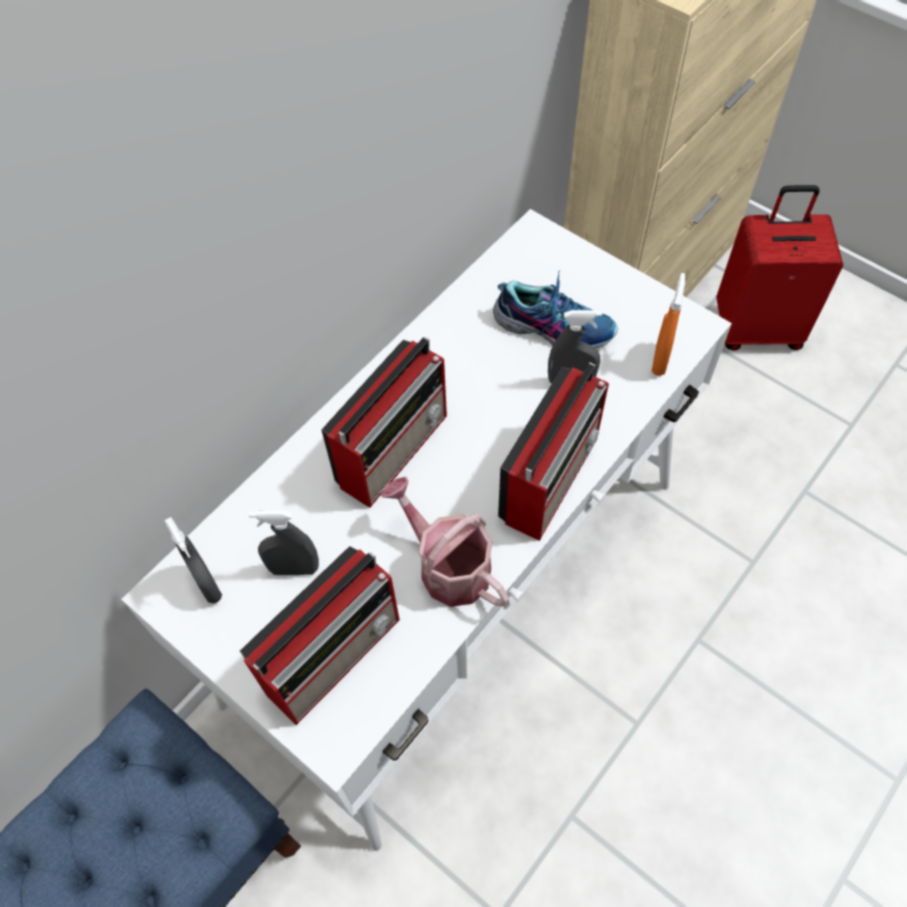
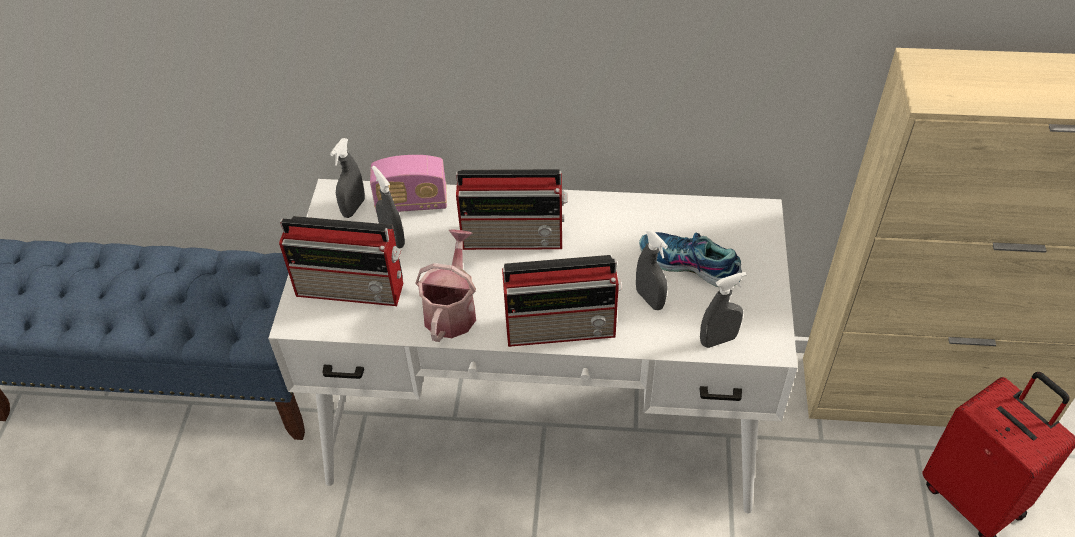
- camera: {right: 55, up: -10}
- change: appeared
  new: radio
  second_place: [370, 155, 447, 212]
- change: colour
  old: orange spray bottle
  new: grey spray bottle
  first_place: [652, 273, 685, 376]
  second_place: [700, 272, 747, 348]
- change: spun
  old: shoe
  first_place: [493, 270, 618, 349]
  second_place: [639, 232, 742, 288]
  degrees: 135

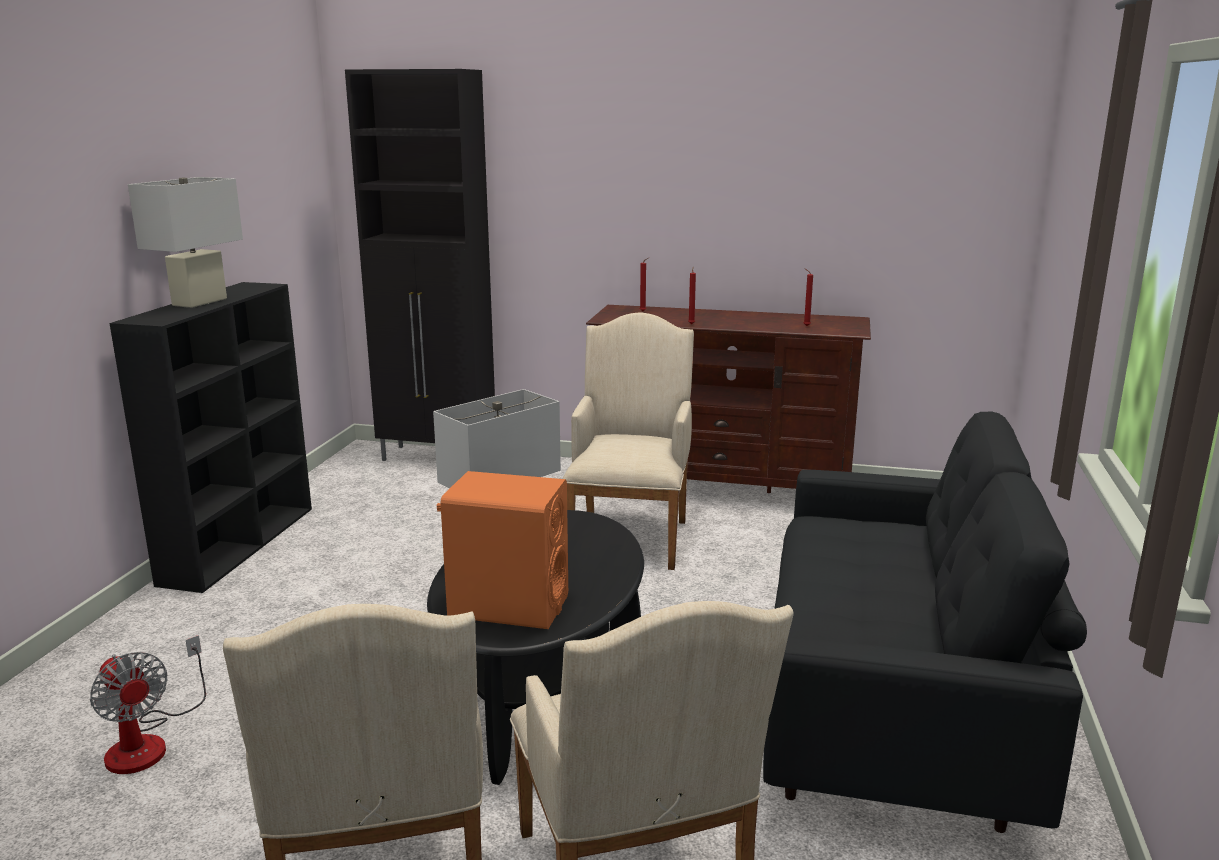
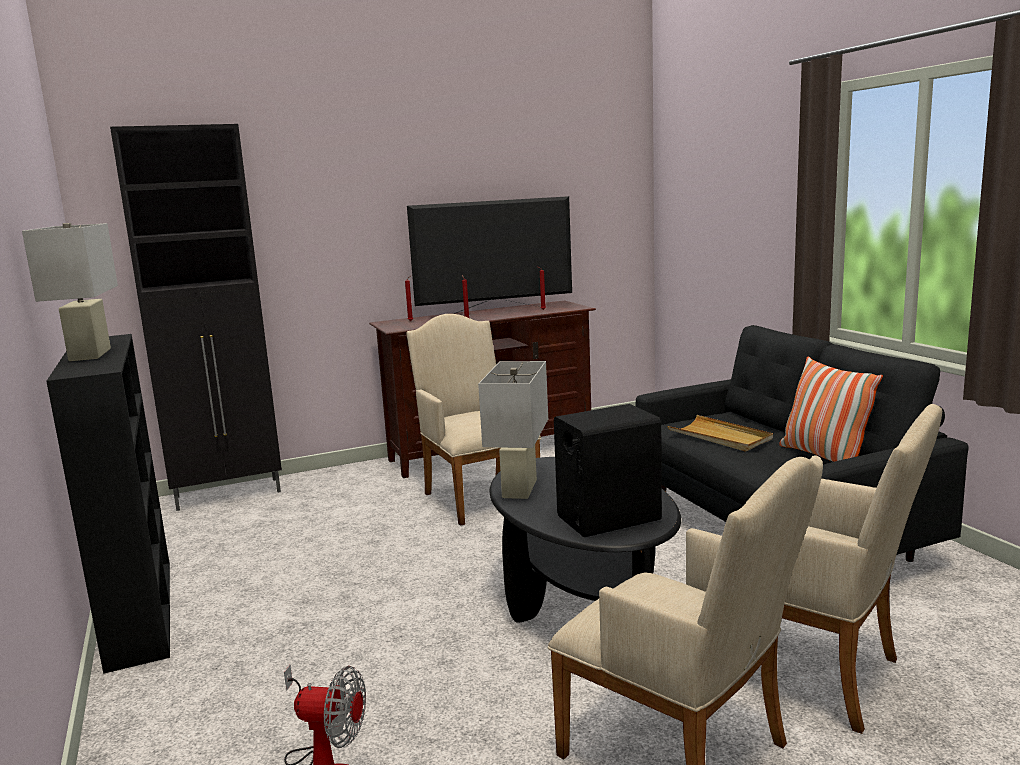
- camera: {right: -35, up: -5}
- change: appeared
  new: television
  second_place: [407, 196, 572, 314]
- change: appeared
  new: beige tray
  second_place: [667, 415, 773, 452]
- change: appeared
  new: pillow
  second_place: [779, 356, 883, 462]
- change: colour
  old: orange speaker
  new: black speaker
  first_place: [437, 471, 568, 629]
  second_place: [554, 404, 662, 537]

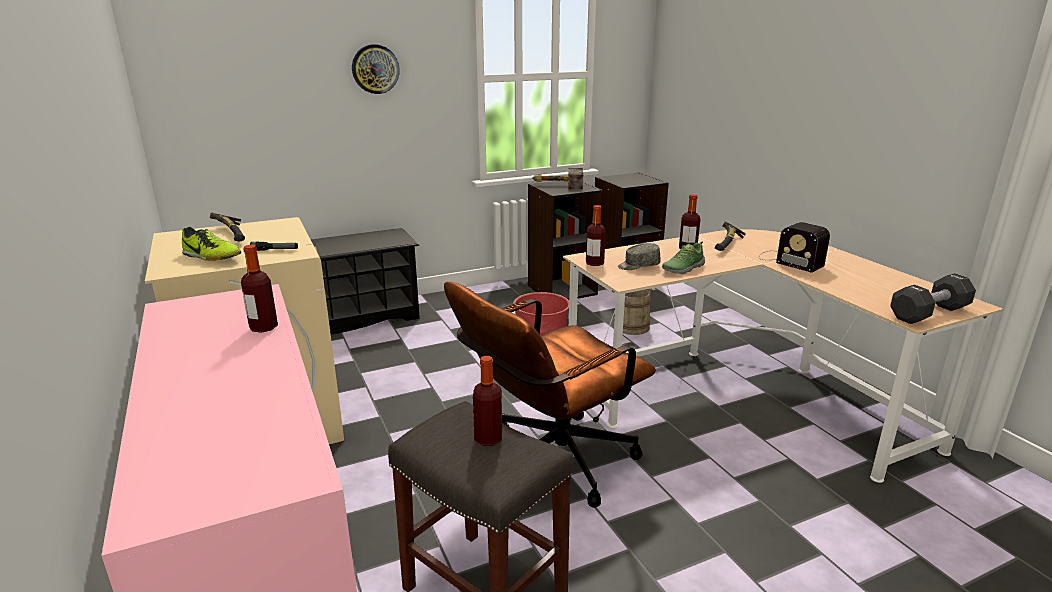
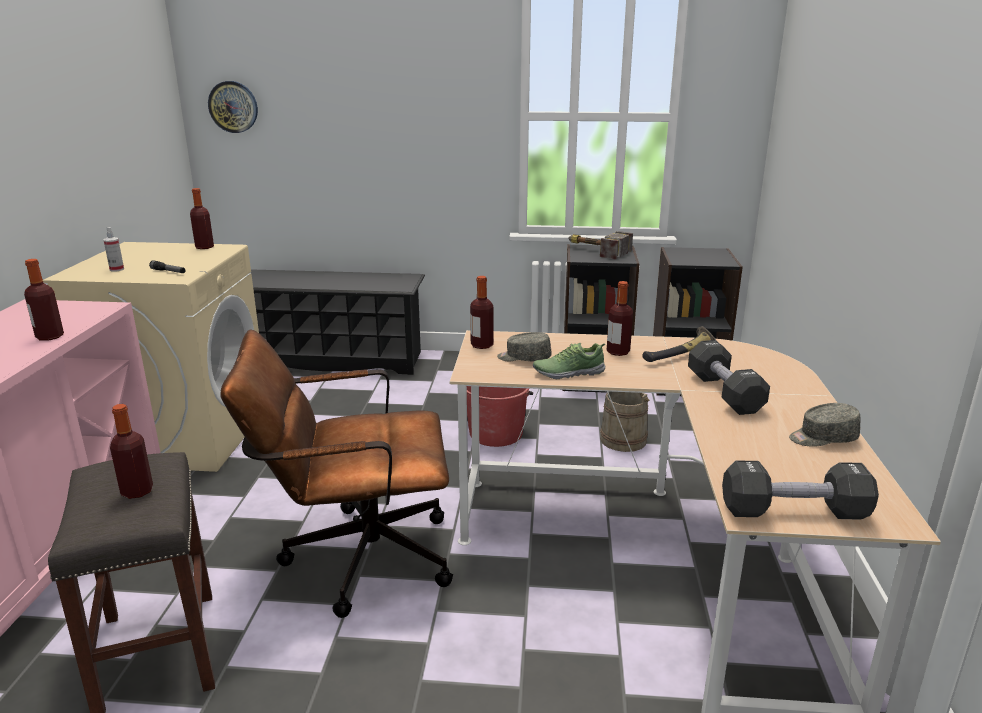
- camera: {right: 30, up: 0}
- change: missing
  old: hammer
  first_place: [210, 212, 245, 241]
- change: appeared
  new: bottle
  second_place: [190, 188, 214, 249]
- change: appeared
  new: grey cap
  second_place: [789, 403, 860, 447]
- change: relocated
  old: wall clock
  first_place: [352, 44, 400, 94]
  second_place: [208, 81, 258, 133]
- change: exchanged
  old: shoe
  new: spray bottle
  first_place: [182, 227, 241, 261]
  second_place: [104, 227, 124, 272]
- change: exchanged
  old: radio
  new: black dumbbell
  first_place: [758, 222, 830, 273]
  second_place: [688, 340, 770, 415]

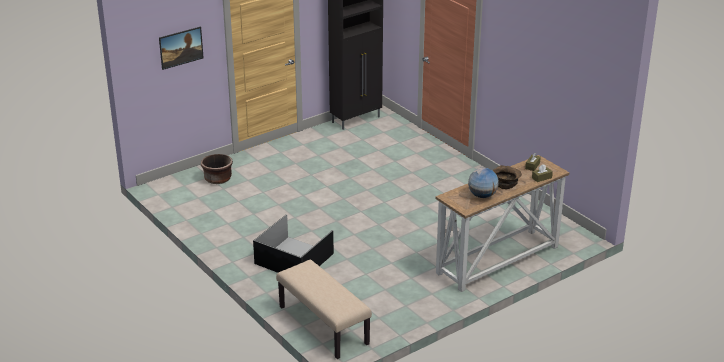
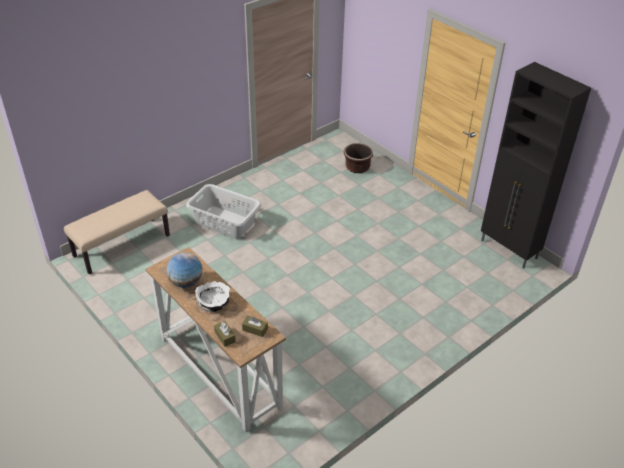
- camera: {right: 85, up: 10}
- change: missing
  old: picture
  first_place: [159, 26, 204, 70]
- change: exchanged
  old: black storage box
  new: grey laundry basket
  first_place: [253, 214, 334, 273]
  second_place: [186, 184, 261, 239]
- change: colour
  old: brown bowl
  new: white bowl
  first_place: [493, 165, 522, 189]
  second_place: [195, 281, 230, 312]

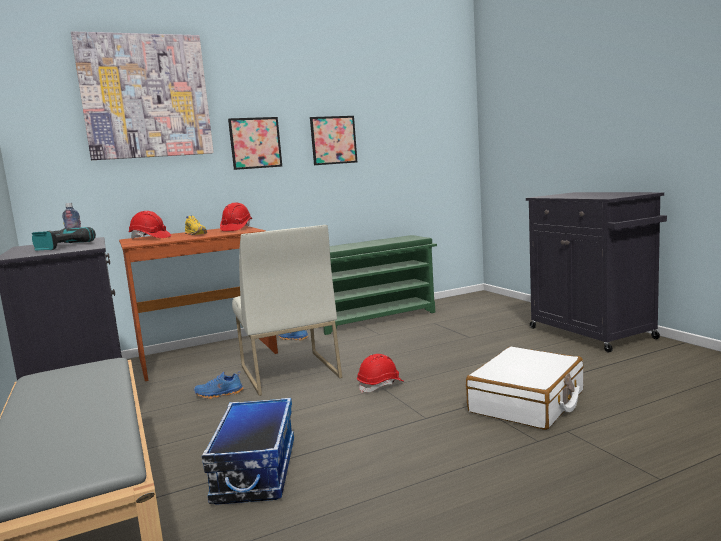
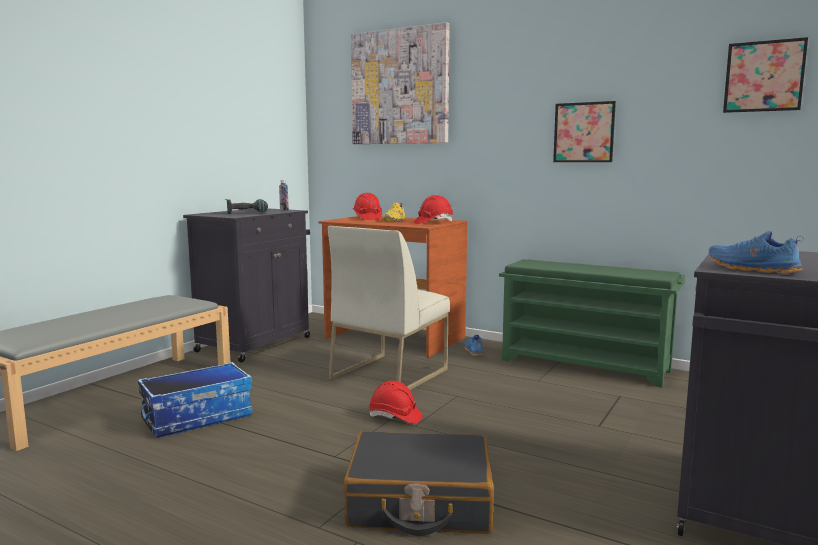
- camera: {right: 55, up: 0}
- change: relocated
  old: blue shoe
  first_place: [194, 371, 244, 399]
  second_place: [708, 231, 804, 274]
- change: relocated
  old: picture
  first_place: [228, 117, 282, 170]
  second_place: [723, 37, 808, 113]
- change: colour
  old: white suitcase
  new: black suitcase
  first_place: [466, 347, 583, 430]
  second_place: [343, 431, 494, 536]

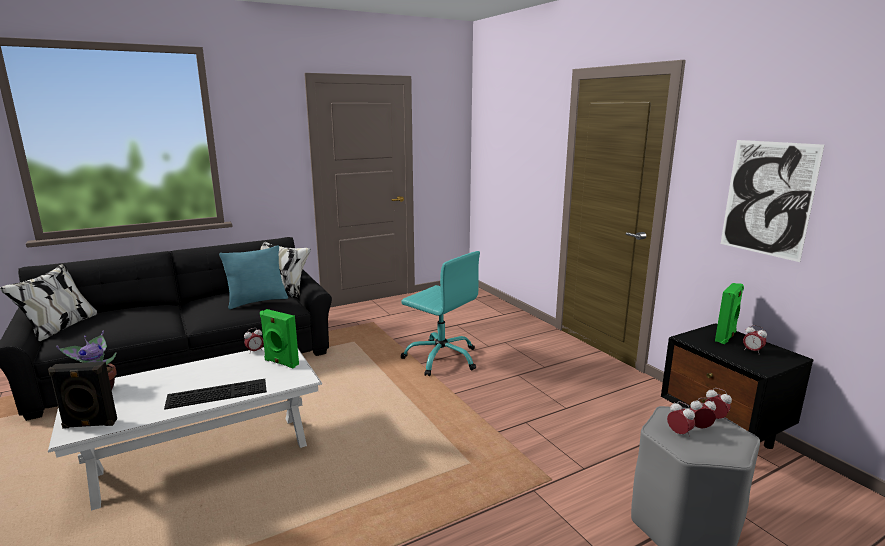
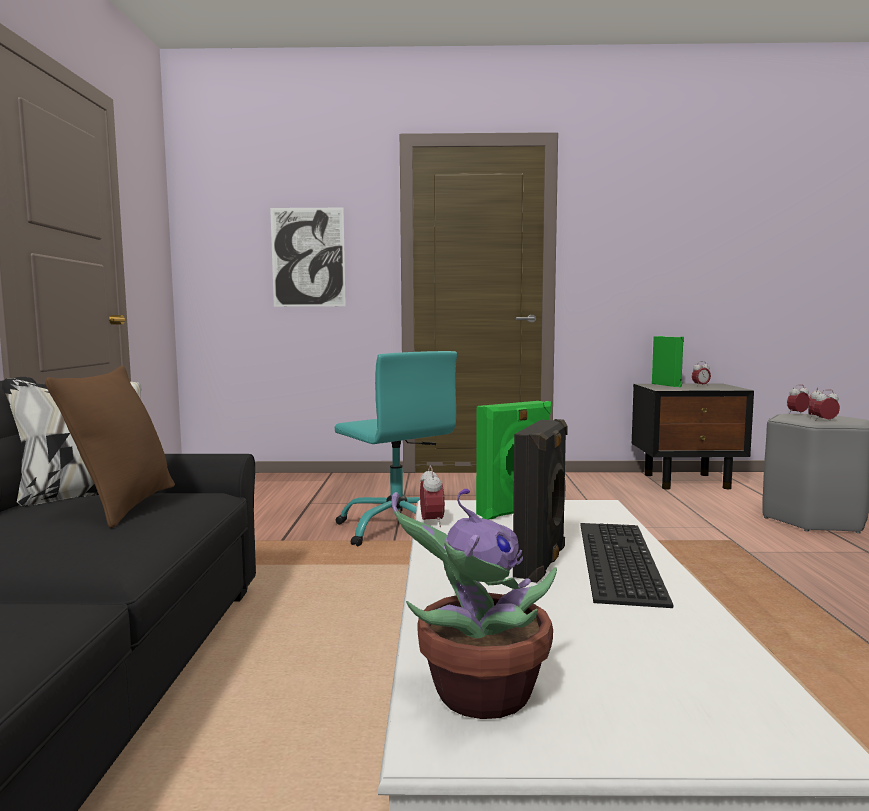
- camera: {right: -60, up: -10}
- change: relocated
  old: black speaker
  first_place: [48, 362, 117, 429]
  second_place: [513, 419, 568, 583]
- change: relocated
  old: picture
  first_place: [721, 140, 824, 262]
  second_place: [270, 208, 346, 307]
- change: colour
  old: turquoise pillow
  new: brown pillow
  first_place: [219, 245, 288, 309]
  second_place: [45, 366, 175, 528]
- change: spun
  old: turquoise office chair
  first_place: [401, 251, 480, 376]
  second_place: [334, 351, 457, 546]
  degrees: 75

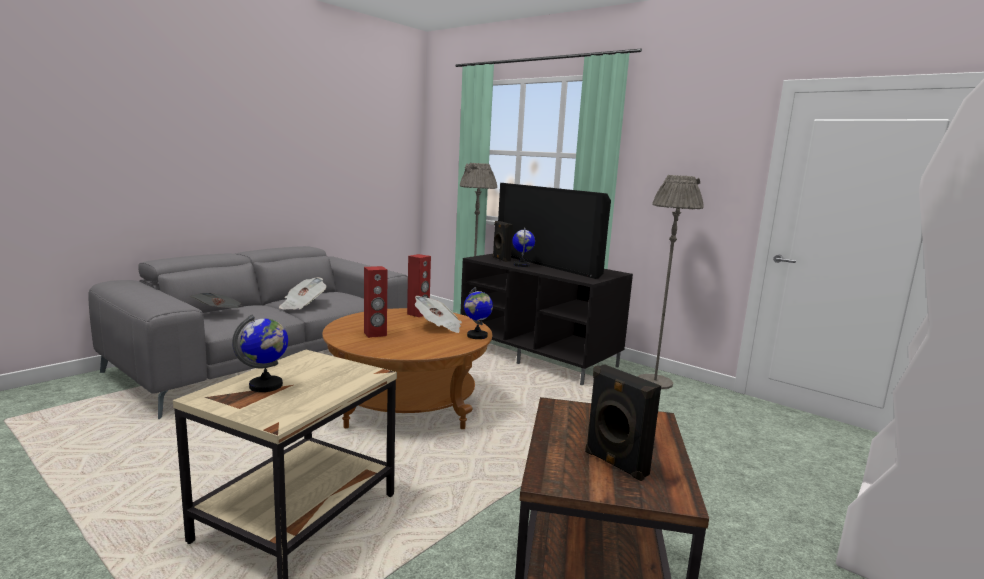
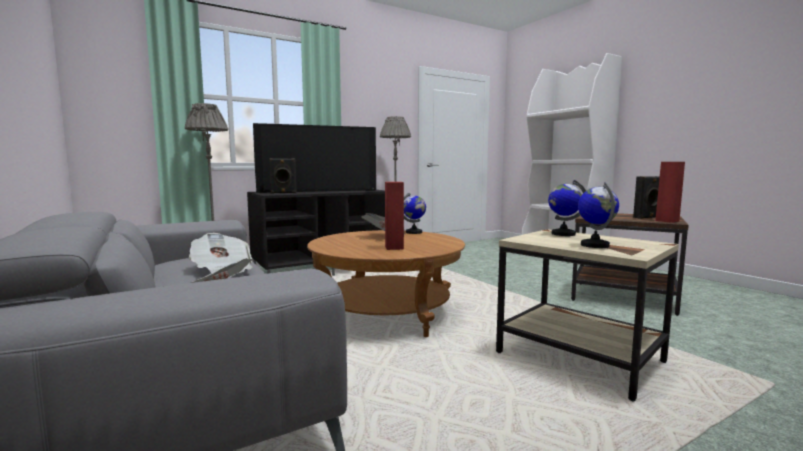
- camera: {right: -70, up: -5}
- change: relocated
  old: red speaker
  first_place: [407, 254, 431, 317]
  second_place: [655, 162, 685, 223]
- change: relocated
  old: globe
  first_place: [512, 227, 535, 267]
  second_place: [548, 180, 586, 236]

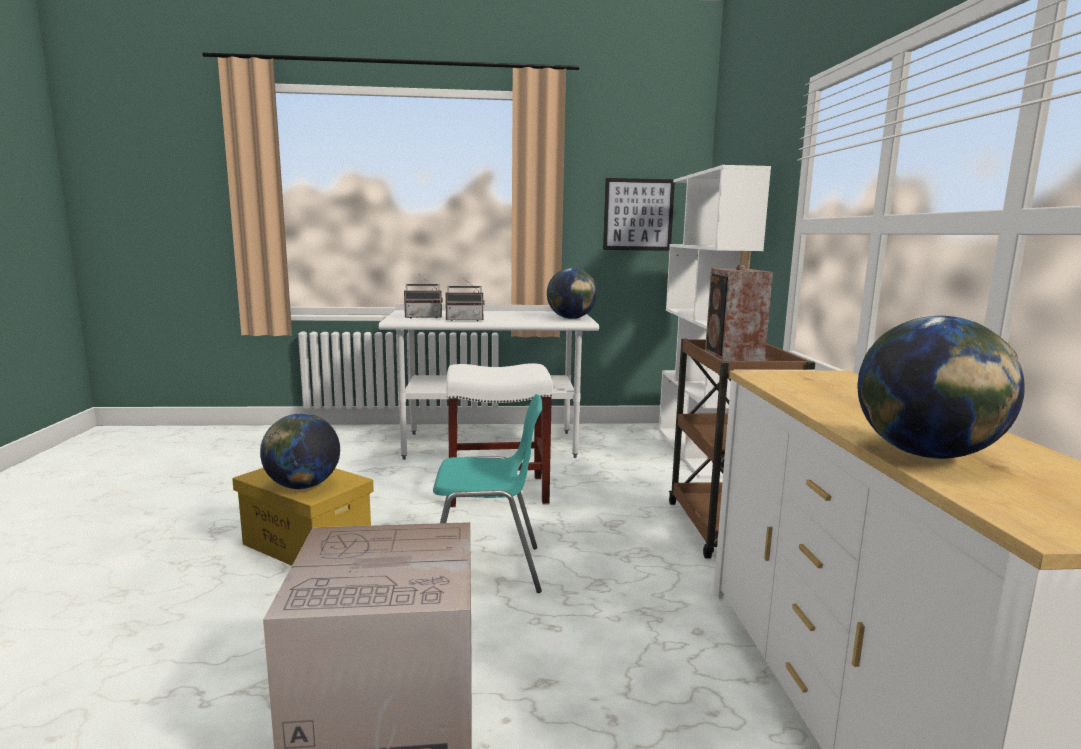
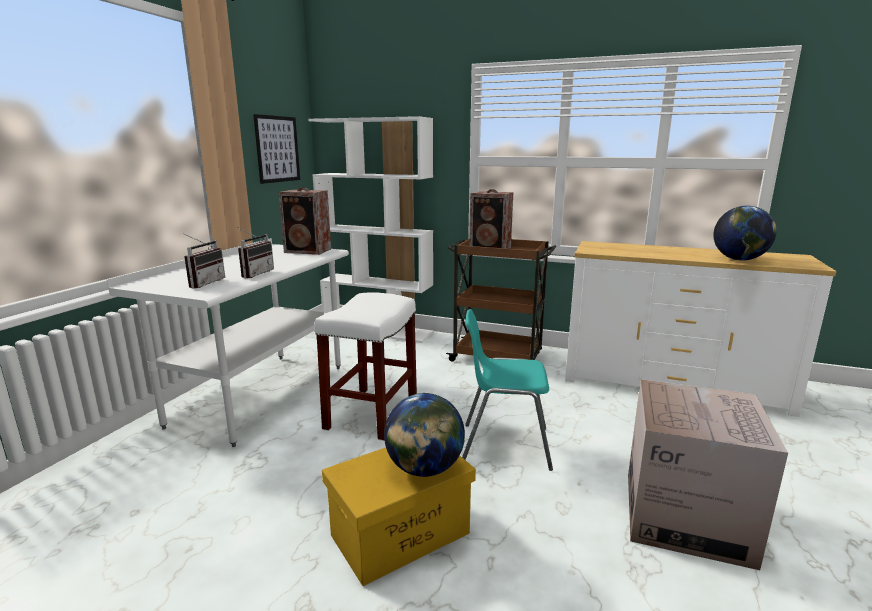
- camera: {right: -65, up: 5}
- change: exchanged
  old: globe
  new: speaker
  first_place: [547, 268, 597, 319]
  second_place: [278, 187, 331, 255]
- change: spun
  old: turquoise chair
  first_place: [433, 394, 542, 593]
  second_place: [462, 309, 553, 471]
  degrees: -105

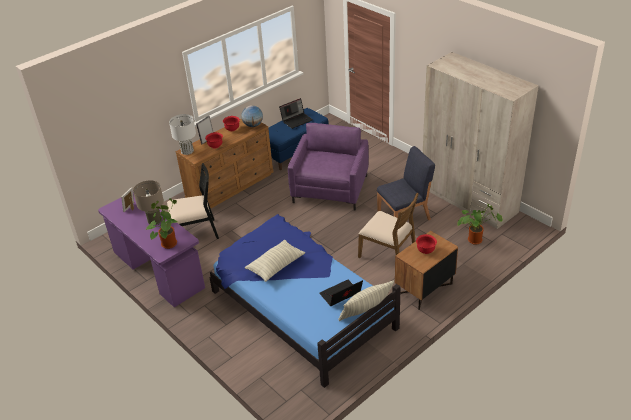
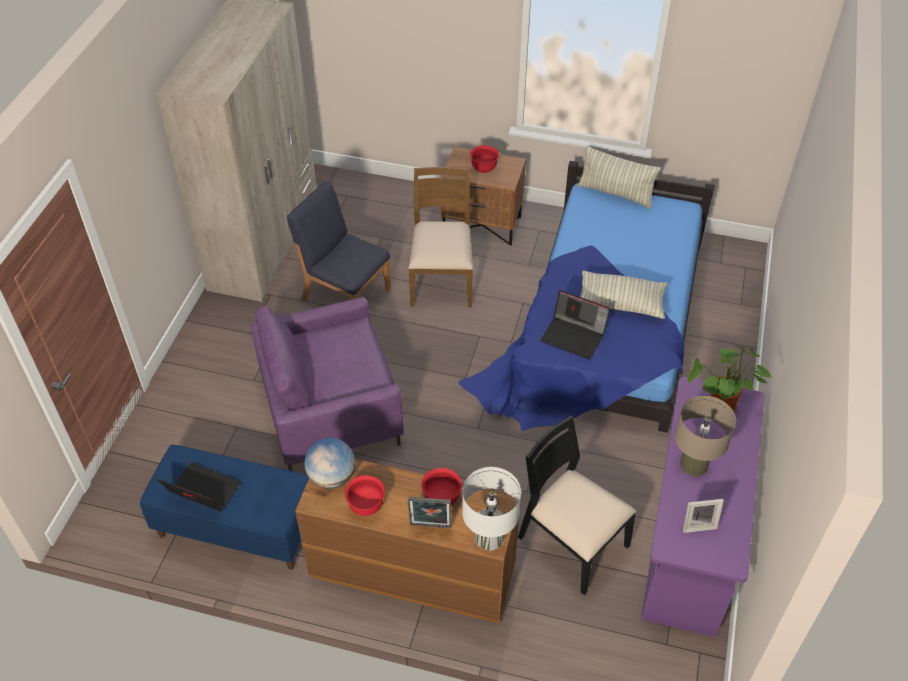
- camera: {right: -125, up: 10}
- change: missing
  old: potted plant
  first_place: [457, 203, 503, 245]
- change: relocated
  old: laptop
  first_place: [319, 280, 363, 306]
  second_place: [540, 290, 610, 359]

